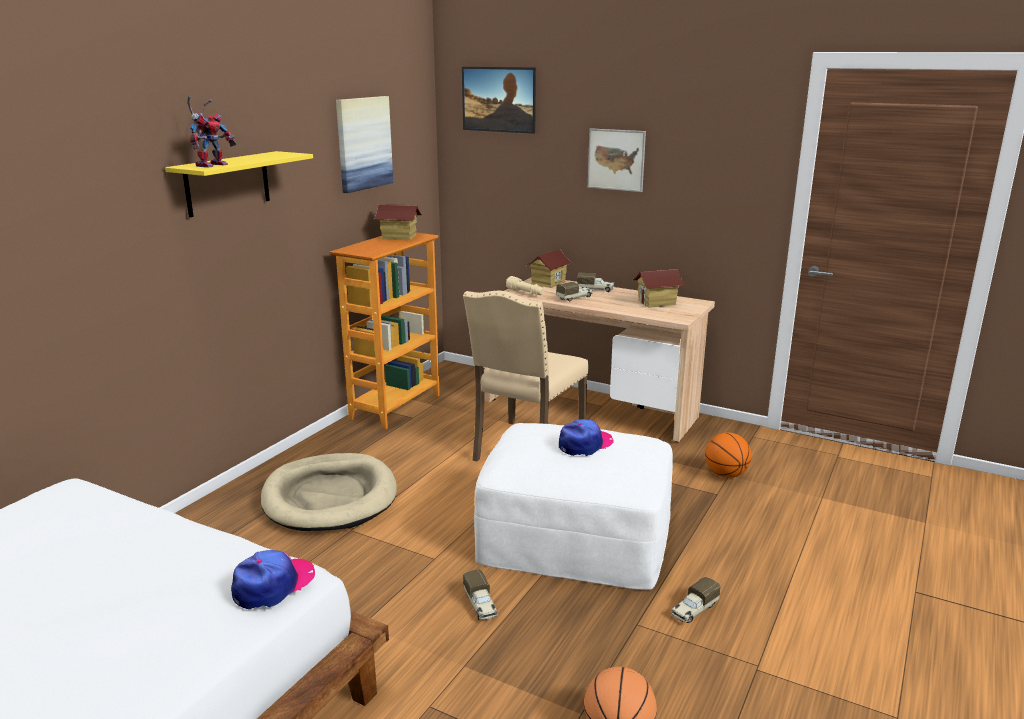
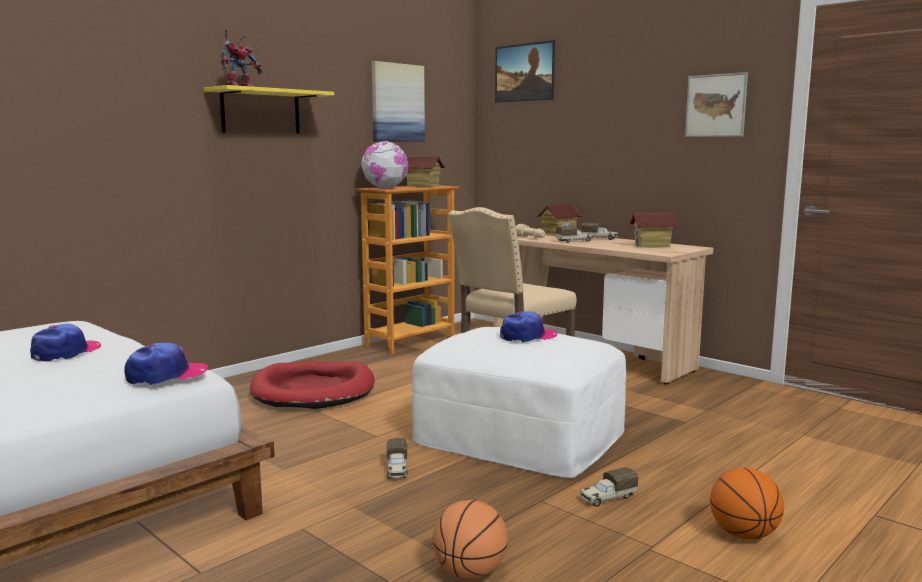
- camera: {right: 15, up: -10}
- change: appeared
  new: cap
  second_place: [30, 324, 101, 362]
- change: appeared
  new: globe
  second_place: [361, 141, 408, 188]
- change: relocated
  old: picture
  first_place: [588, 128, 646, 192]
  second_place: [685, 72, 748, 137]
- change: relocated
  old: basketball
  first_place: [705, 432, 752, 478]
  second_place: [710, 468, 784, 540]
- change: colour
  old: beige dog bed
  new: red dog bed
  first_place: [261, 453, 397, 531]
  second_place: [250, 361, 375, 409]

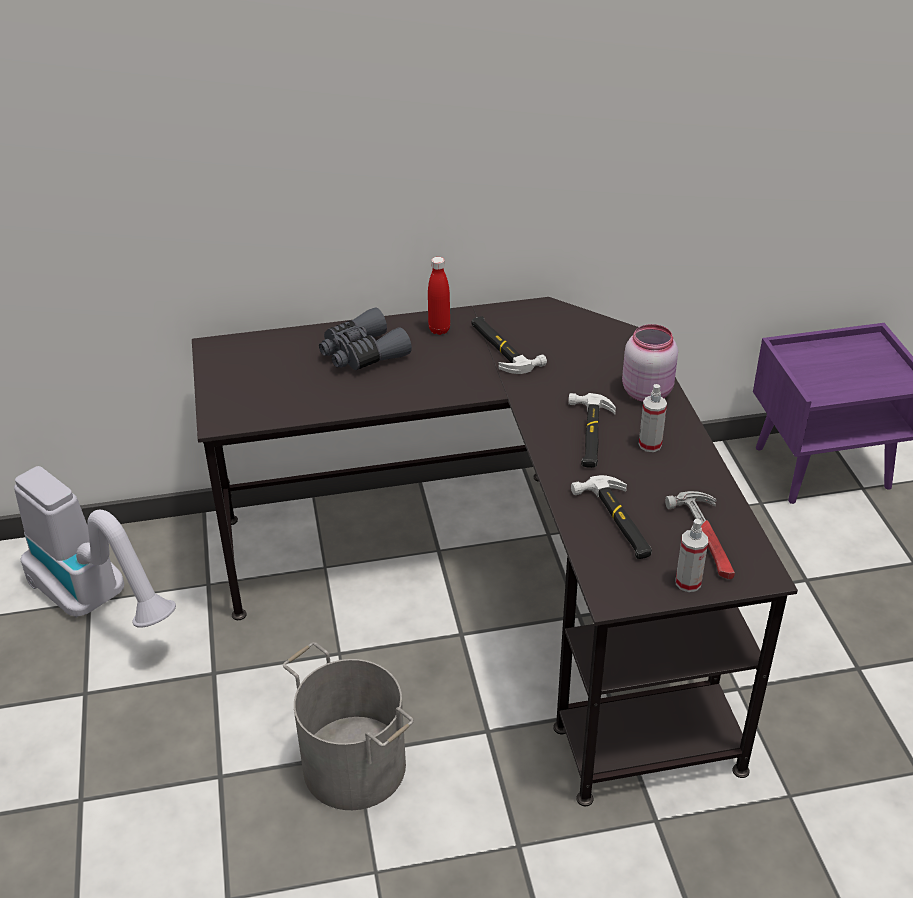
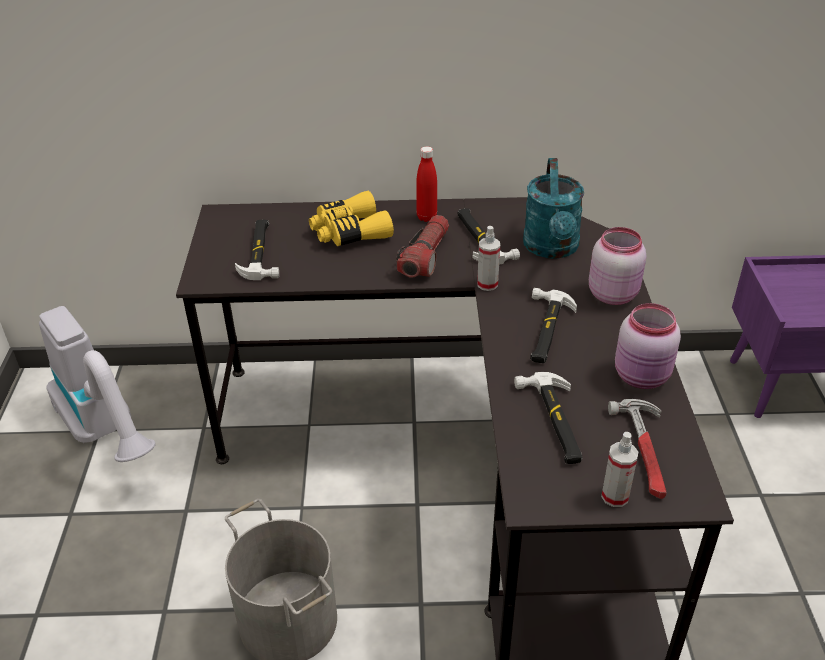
- camera: {right: 10, up: 0}
- change: appeared
  new: hammer
  second_place: [235, 220, 279, 280]
- change: appeared
  new: flashlight
  second_place: [396, 215, 449, 278]
- change: appeared
  new: turquoise watering can
  second_place: [523, 158, 584, 259]
- change: appeared
  new: pink jar
  second_place: [615, 303, 681, 389]
- change: relocated
  old: spray bottle
  first_place: [639, 384, 667, 452]
  second_place: [477, 226, 500, 291]
- change: colour
  old: grey binoculars
  new: yellow binoculars
  first_place: [319, 307, 412, 370]
  second_place: [309, 191, 394, 246]

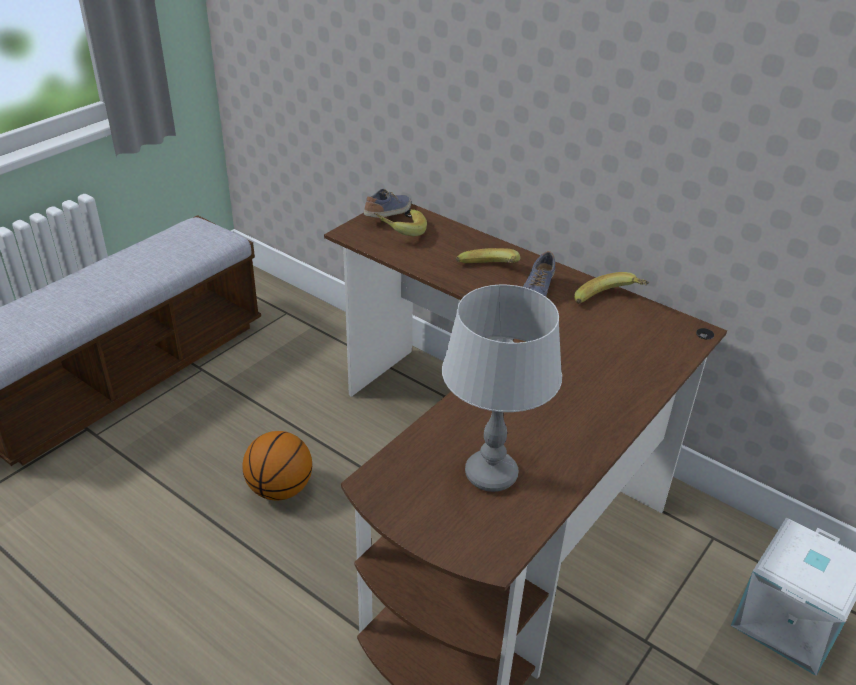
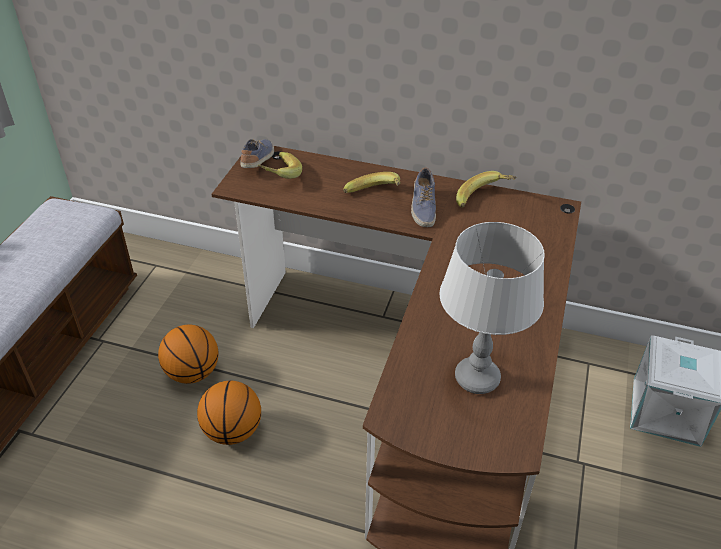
- camera: {right: -20, up: 5}
- change: appeared
  new: basketball
  second_place: [158, 324, 218, 384]

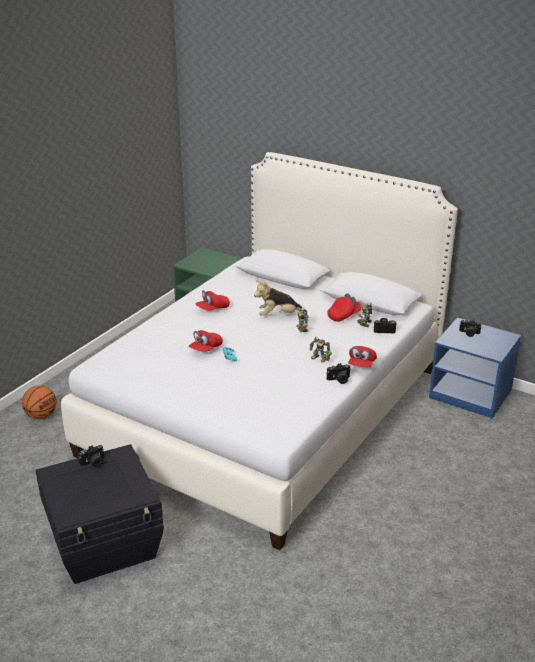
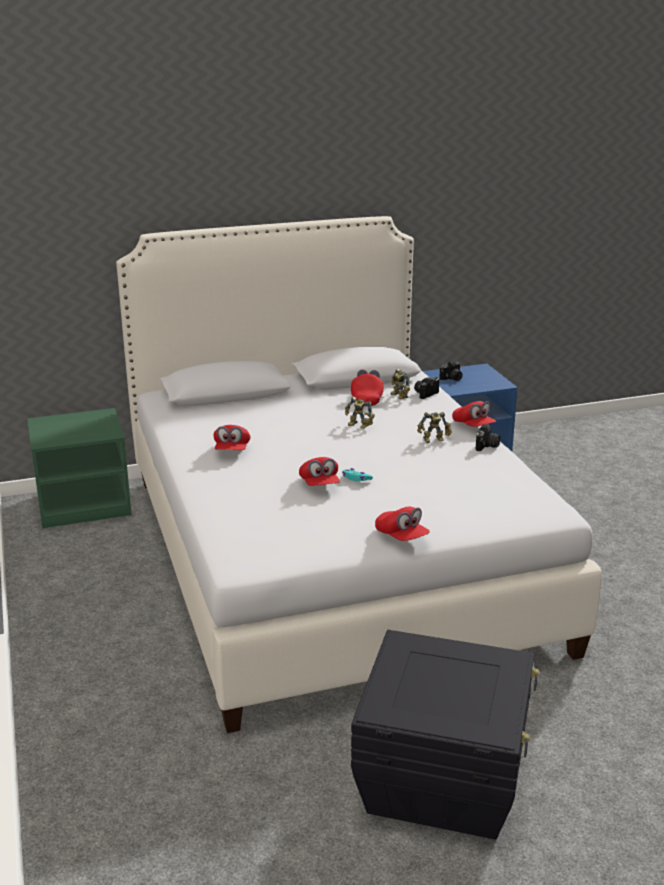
- camera: {right: -50, up: -5}
- change: missing
  old: basketball
  first_place: [22, 385, 57, 419]
- change: missing
  old: photo camera
  first_place: [78, 445, 104, 468]
- change: missing
  old: plush toy
  first_place: [254, 280, 307, 316]
- change: appeared
  new: red cap
  second_place: [375, 507, 430, 541]

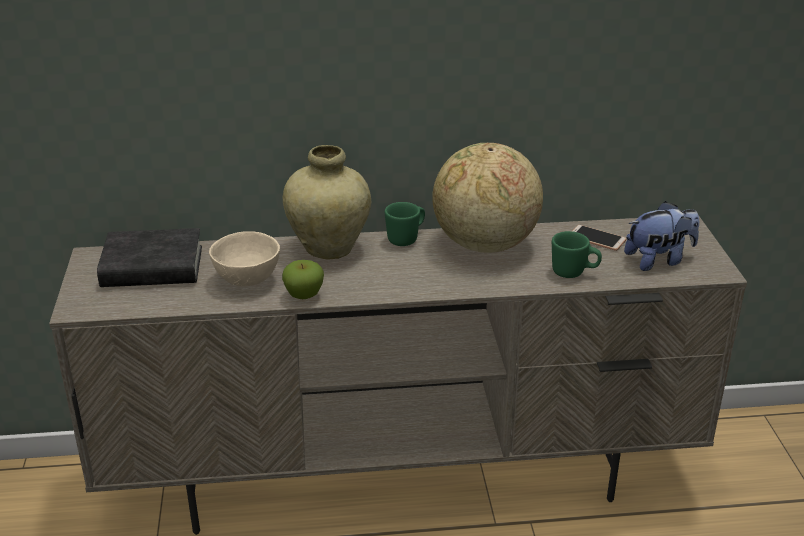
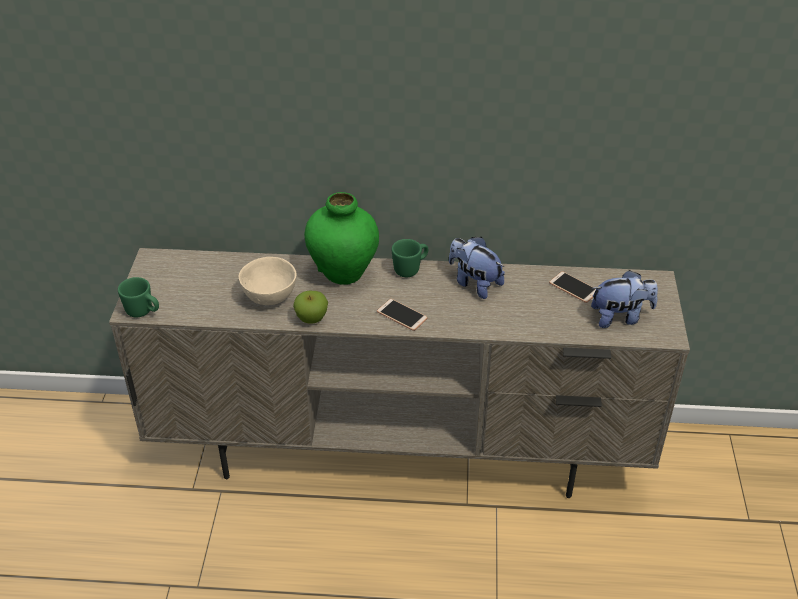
- camera: {right: 10, up: 10}
- change: missing
  old: black book
  first_place: [97, 228, 202, 287]
- change: appeared
  new: phone
  second_place: [377, 299, 428, 331]
- change: relocated
  old: green mug
  first_place: [552, 231, 602, 278]
  second_place: [118, 277, 159, 317]
- change: exchanged
  old: globe
  new: plush toy
  first_place: [432, 143, 543, 253]
  second_place: [449, 237, 505, 299]
- change: colour
  old: beige vase
  new: green vase
  first_place: [283, 145, 371, 259]
  second_place: [305, 192, 379, 285]

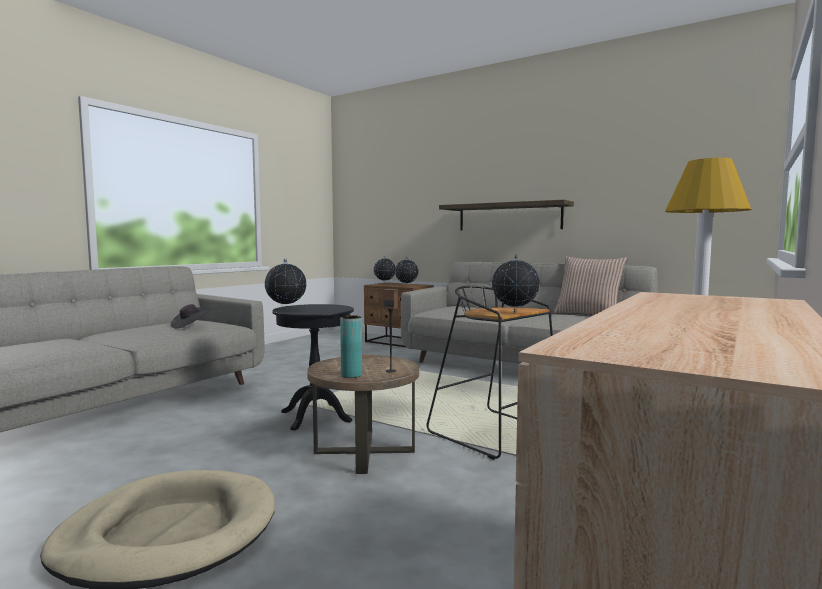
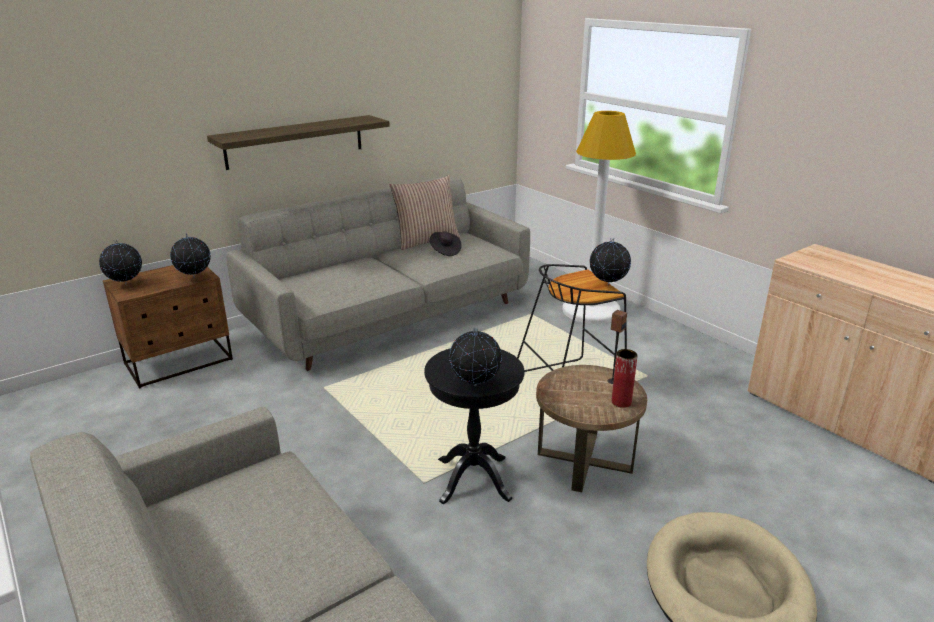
- camera: {right: -70, up: 20}
- change: relocated
  old: black hat
  first_place: [171, 304, 209, 328]
  second_place: [429, 231, 462, 256]
- change: colour
  old: turquoise vase
  new: red vase
  first_place: [340, 315, 362, 378]
  second_place: [612, 349, 638, 408]

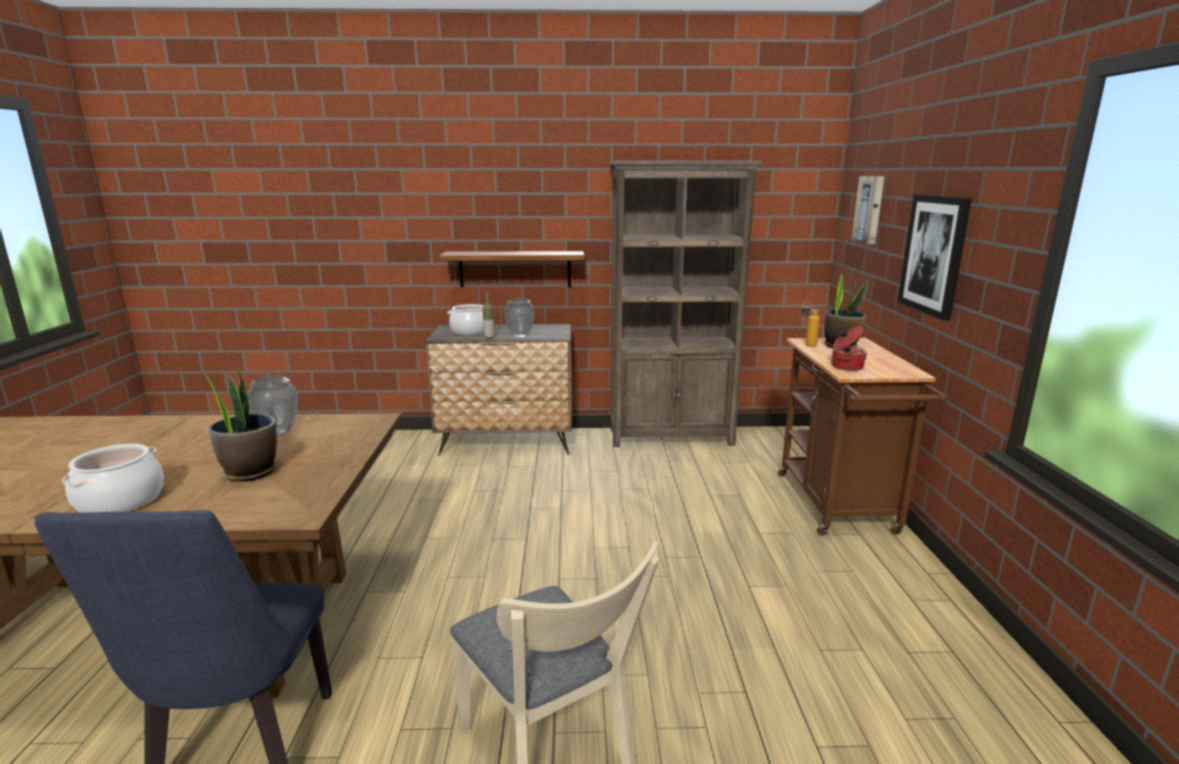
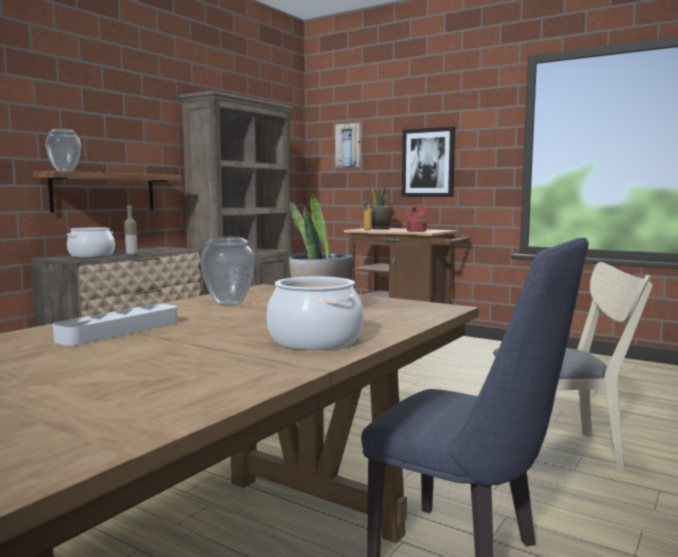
- camera: {right: -55, up: -10}
- change: appeared
  new: grey tray
  second_place: [53, 304, 178, 346]
- change: relocated
  old: vase
  first_place: [504, 298, 535, 338]
  second_place: [45, 129, 81, 171]

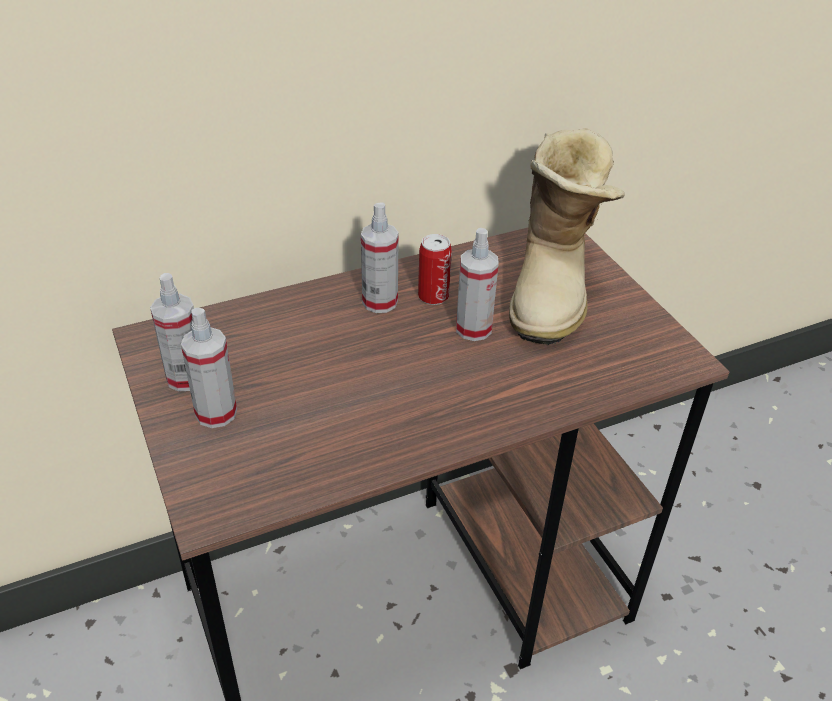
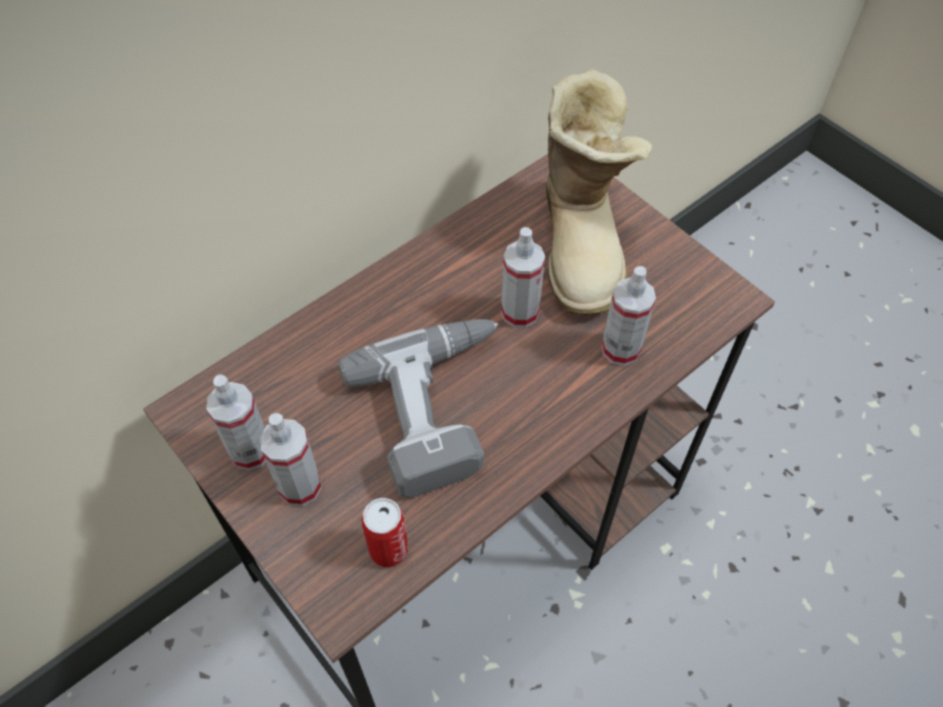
- camera: {right: -15, up: 15}
- change: appeared
  new: power drill
  second_place: [338, 319, 498, 498]
- change: relocated
  old: spray bottle
  first_place: [361, 203, 399, 313]
  second_place: [602, 266, 656, 366]
- change: relocated
  old: can
  first_place: [418, 234, 452, 305]
  second_place: [362, 498, 408, 567]

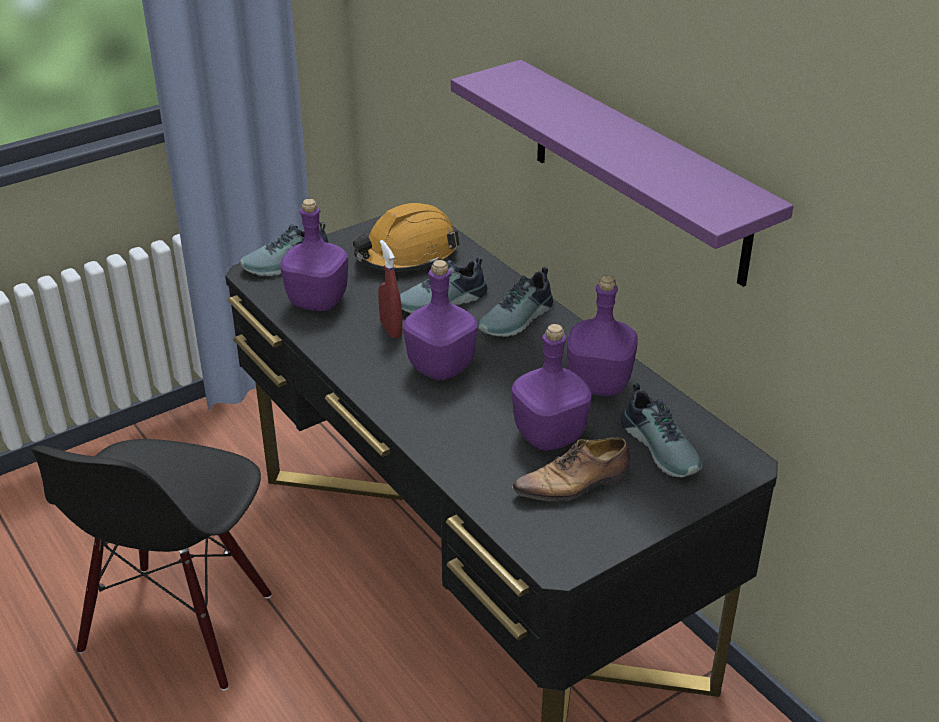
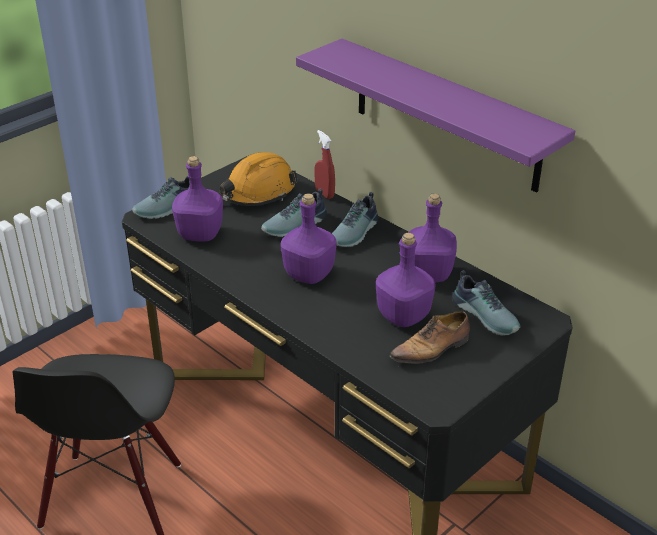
- camera: {right: -10, up: 0}
- change: relocated
  old: red spray bottle
  first_place: [378, 240, 402, 338]
  second_place: [314, 130, 335, 199]

